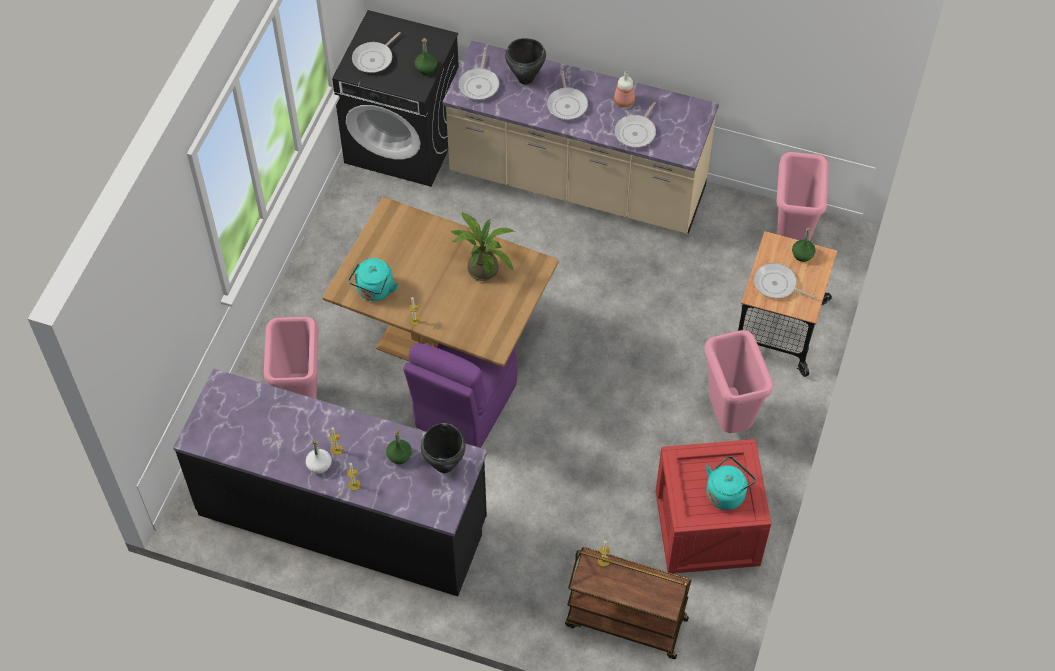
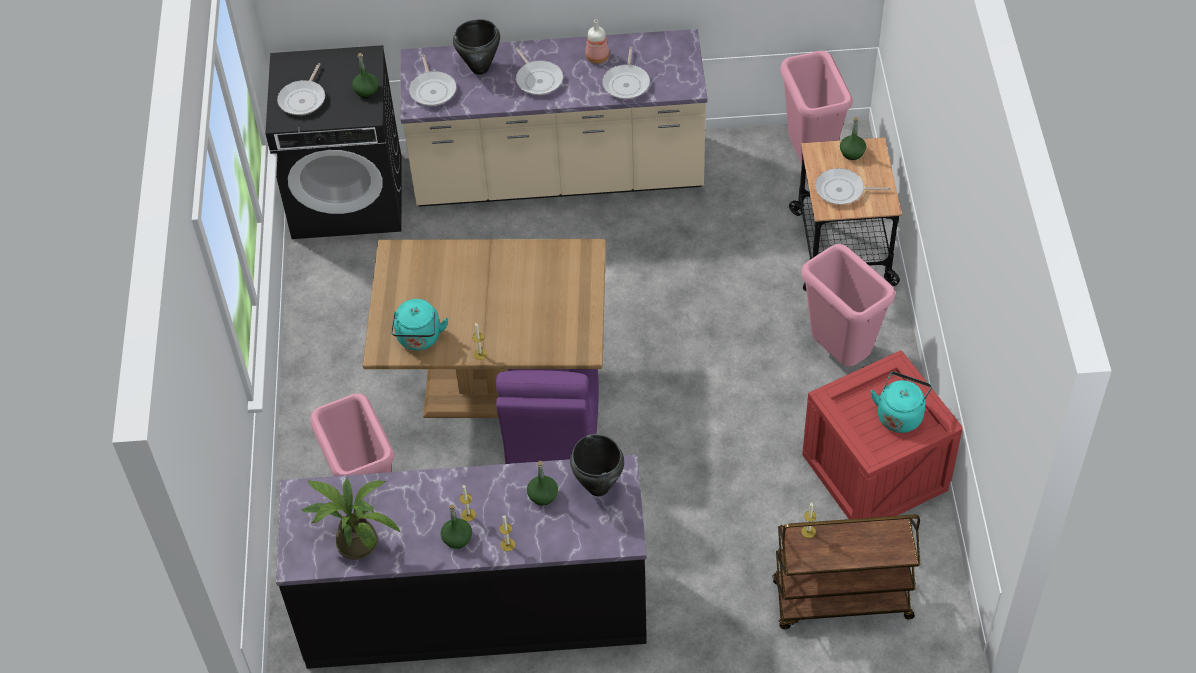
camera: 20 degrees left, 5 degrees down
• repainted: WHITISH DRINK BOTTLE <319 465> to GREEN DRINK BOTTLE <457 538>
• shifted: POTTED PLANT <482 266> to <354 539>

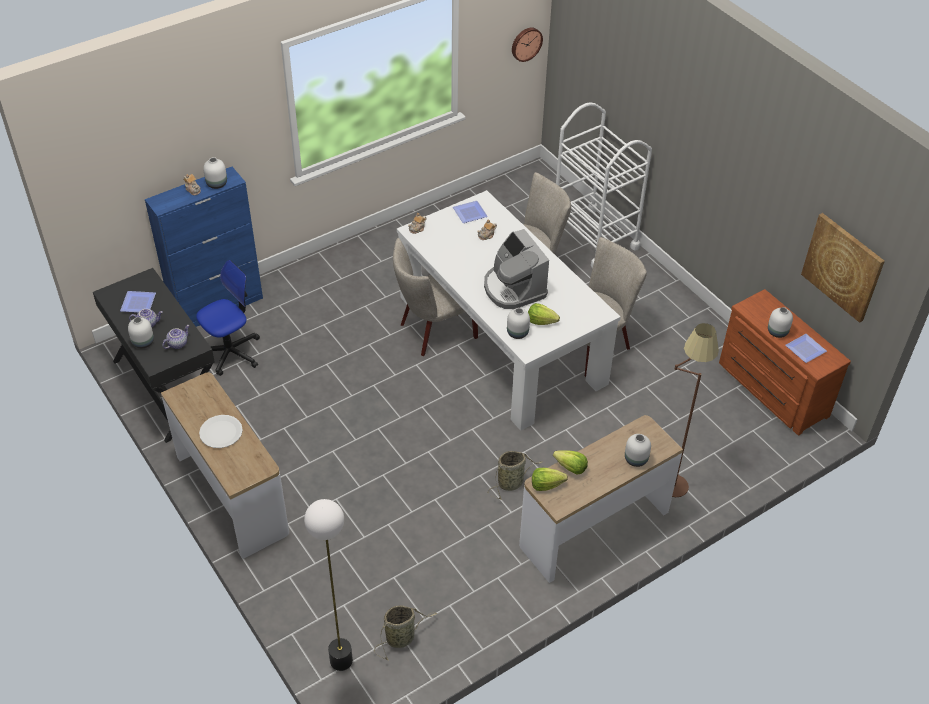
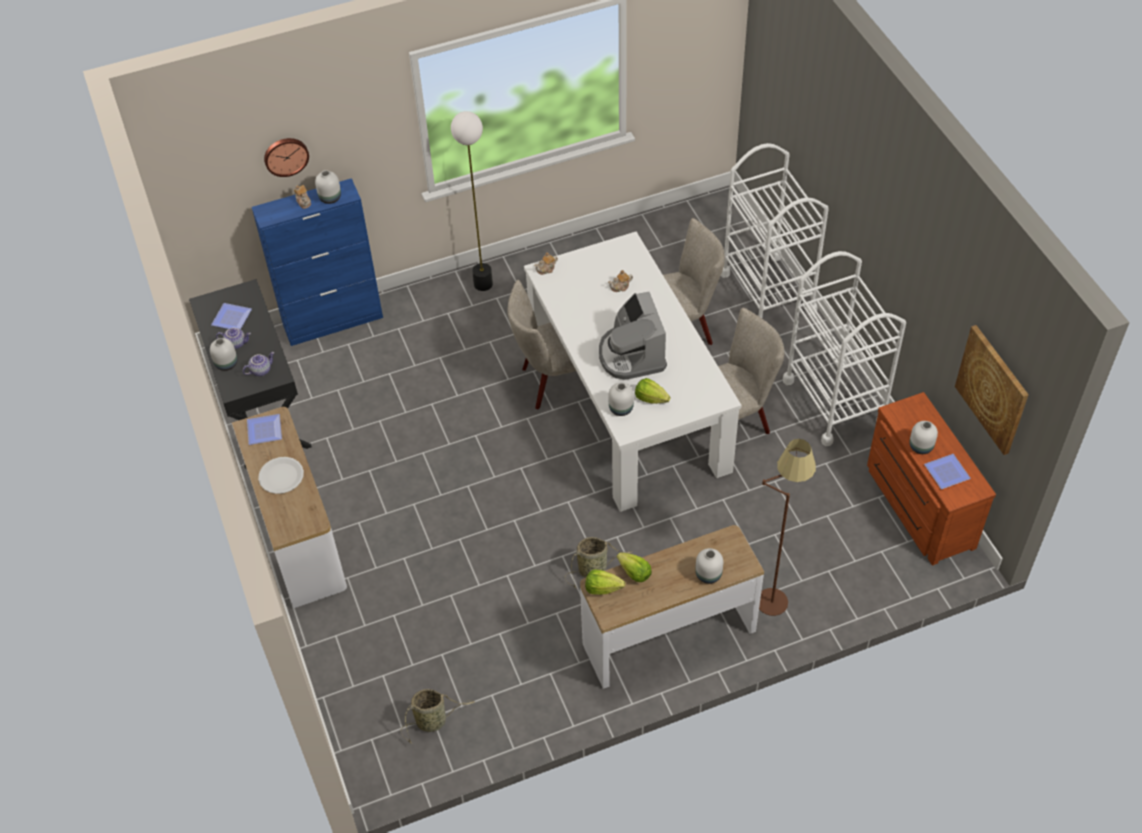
camera: 15 degrees right, 5 degrees up
• gone: COMPUTER CHAIR <231 352>
• shifted: STANDING LAMP <341 660> to <483 284>
• shifted: FLAT DISH <469 214> to <263 431>
• shifted: HANGING CLOCK <526 43> to <286 156>
• new: WHITISH CART <834 401>

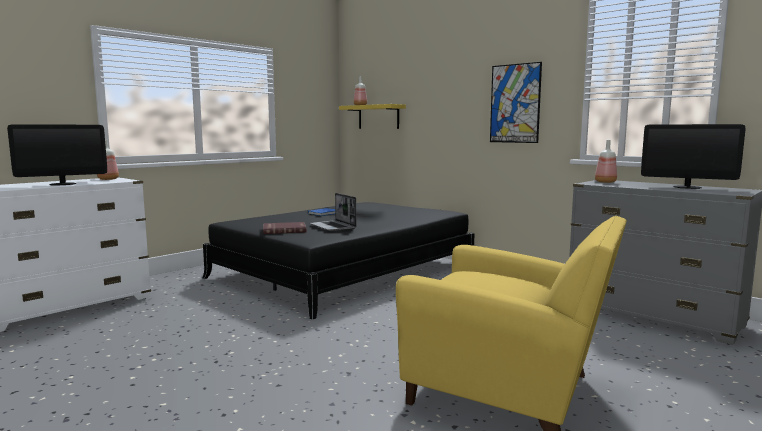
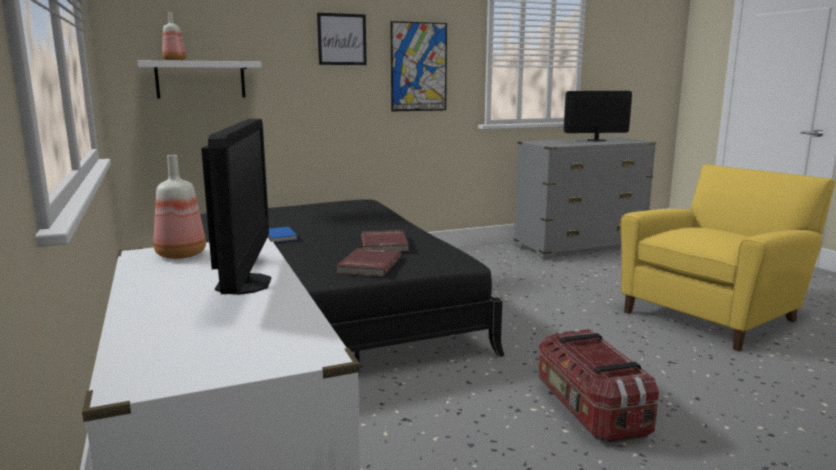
camera: 65 degrees left, 5 degrees up
• swapped: NOTEBOOK COMPUTER <333 227> to REDDISH VOLUME <385 244>
• repainted: YELLOWISH WALL SHELF <378 117> to WHITISH WALL SHELF <200 79>
• gone: DRINK BOTTLE <605 182>
• rotated: COMPUTER SCREEN <687 187> = <596 140> 150 degrees counterclockwise
• new: WALL PICTURE <342 39>
• new: STORAGE BOX <589 409>

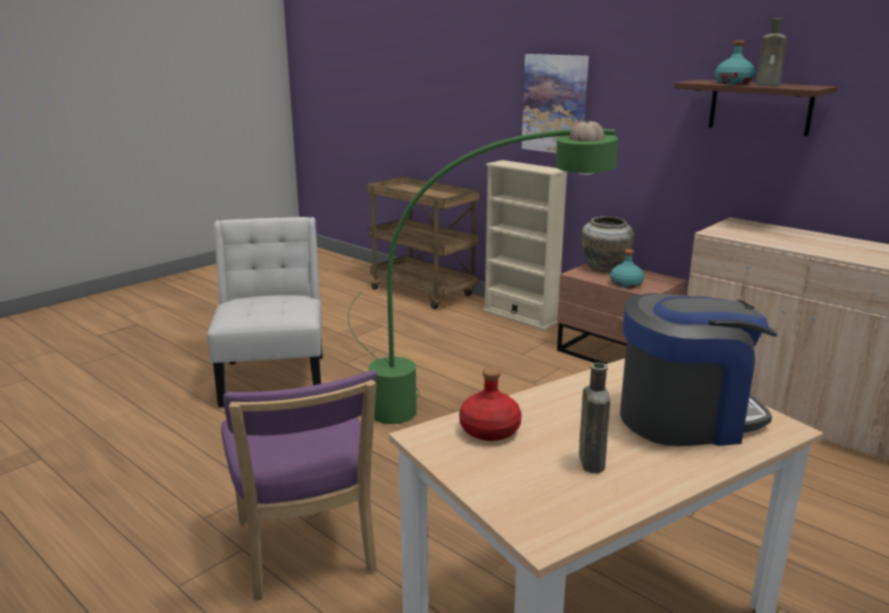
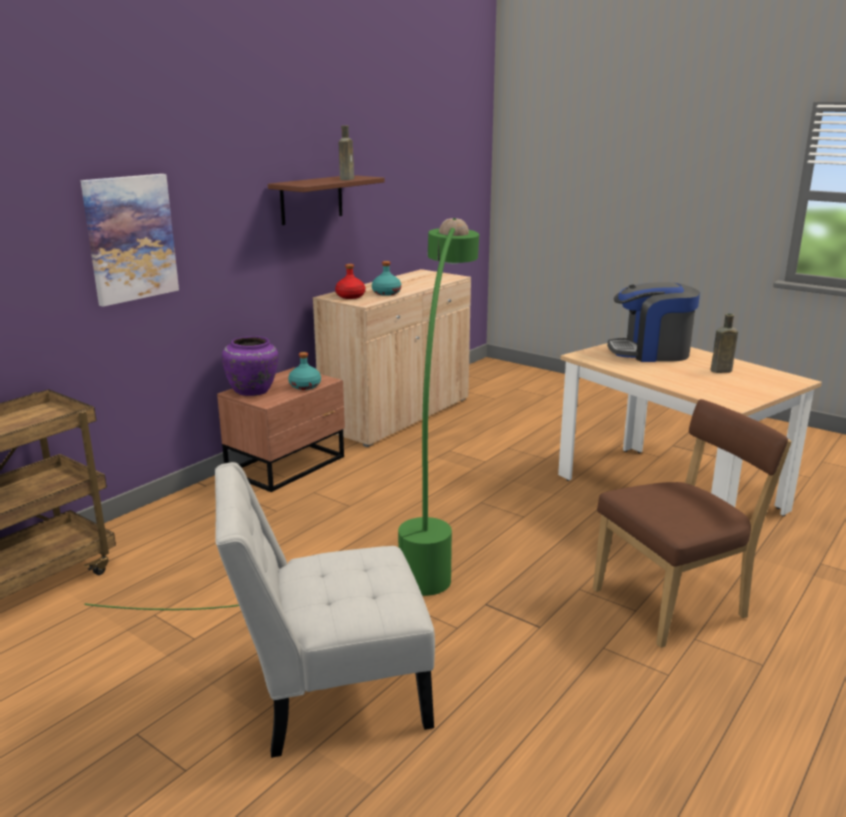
camera: 95 degrees left, 0 degrees up
• repainted: PURPLE CHAIR <306 552> to BROWN CHAIR <675 603>
• shifted: REDDISH DRINK BOTTLE <489 430> to <350 296>
• gone: BEIGE-COLOURED BOOKSHELF <520 316>
• repainted: BEIGE-COLOURED VASE <604 268> to PURPLE VASE <253 391>
• rotated: COFFEE MACHINE <686 417> = <650 352> 75 degrees counterclockwise
• shifted: BLUE-GREEN DRINK BOTTLE <733 83> to <386 293>

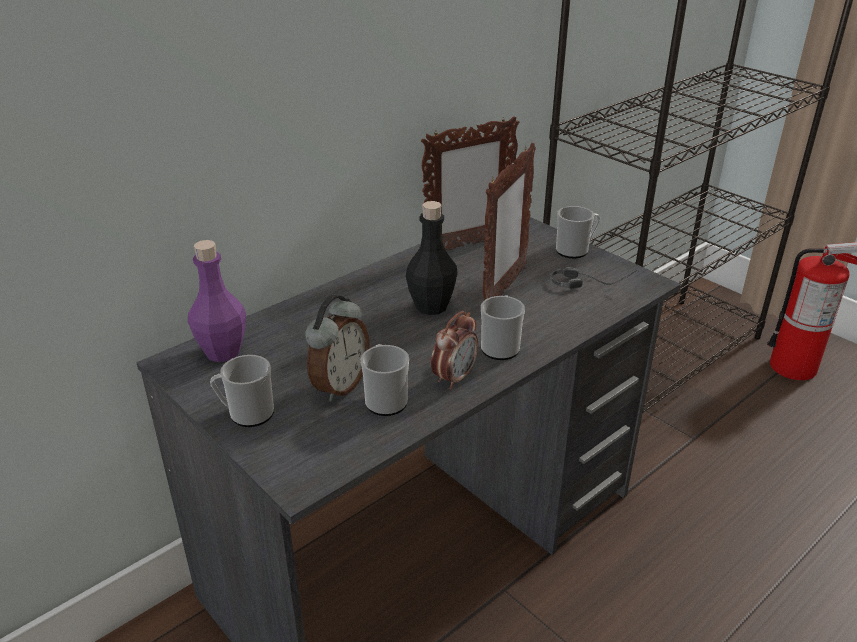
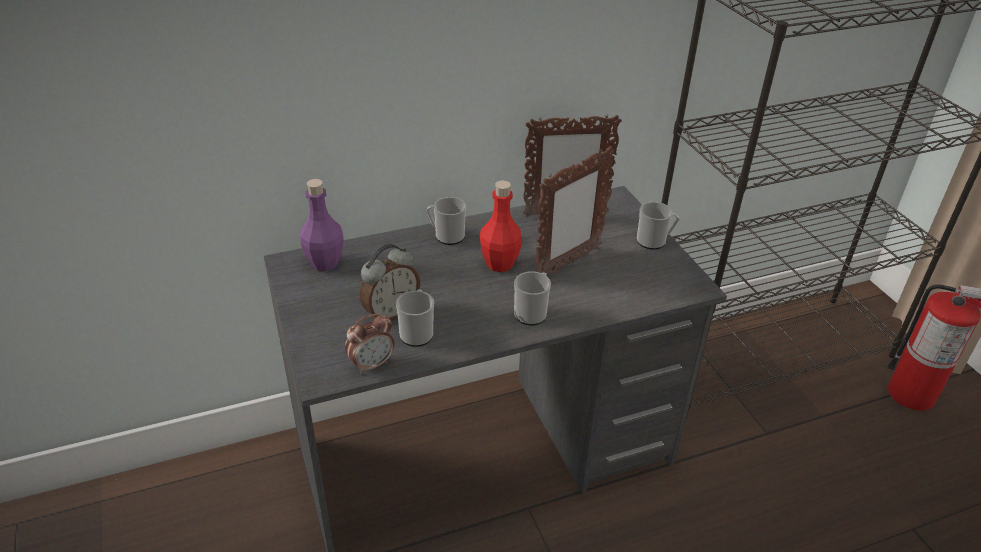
camera: 20 degrees right, 5 degrees up
• shifted: MUG <246 414> to <446 236>
• repainted: BLACKISH DRINK BOTTLE <431 306> to REDDISH DRINK BOTTLE <499 264>
• shifted: BEDSIDE CLOCK <454 378> to <372 364>
• gone: HEADPHONES <592 283>

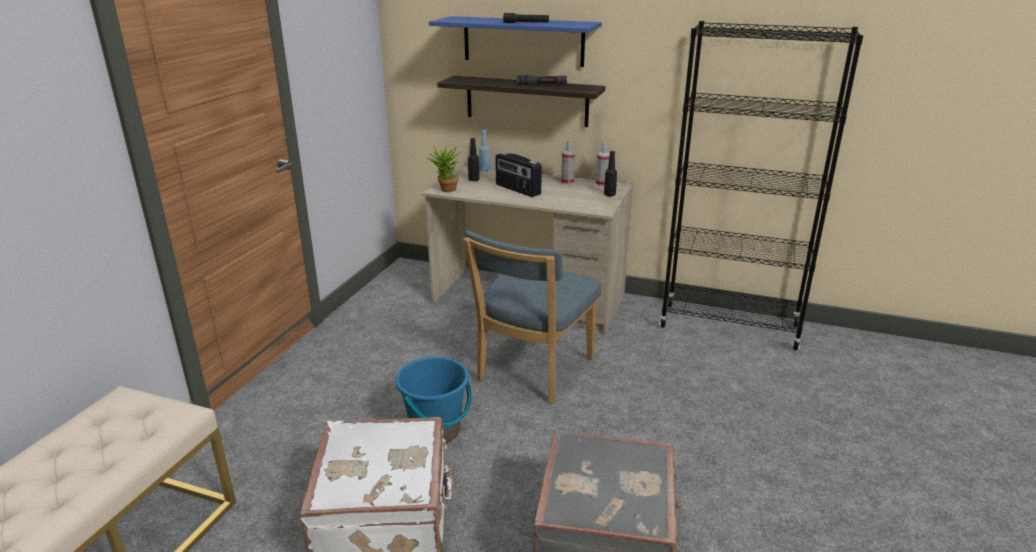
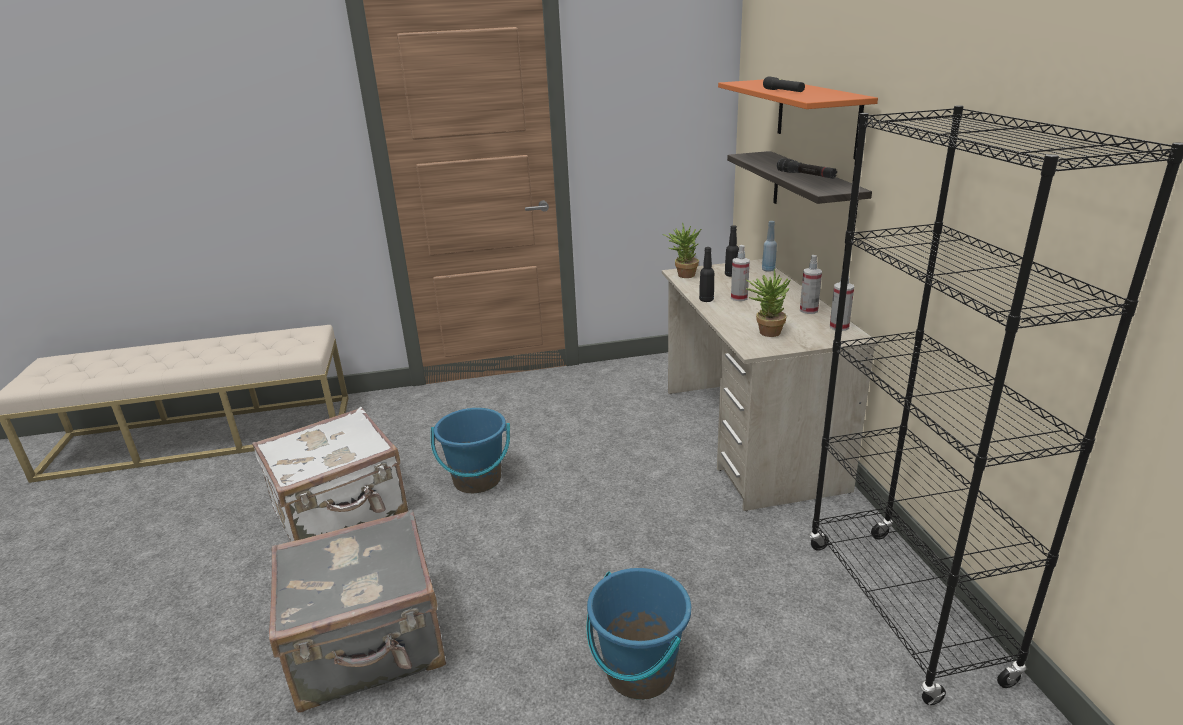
camera: 60 degrees right, 0 degrees up
• repainted: BLUE-COLOURED WALL SHELF <523 41> to ORANGE-COLOURED WALL SHELF <817 116>
• gone: BLUE-COLOURED CHAIR <532 372>
• swapped: RADIO SET <517 190> to SPRAYER <739 298>
• shifted: BLACKISH DRINK BOTTLE <609 195> to <706 300>
• new: BLUE-COLOURED WATER BUCKET <639 672>
• new: POTTED PLANT <765 332>

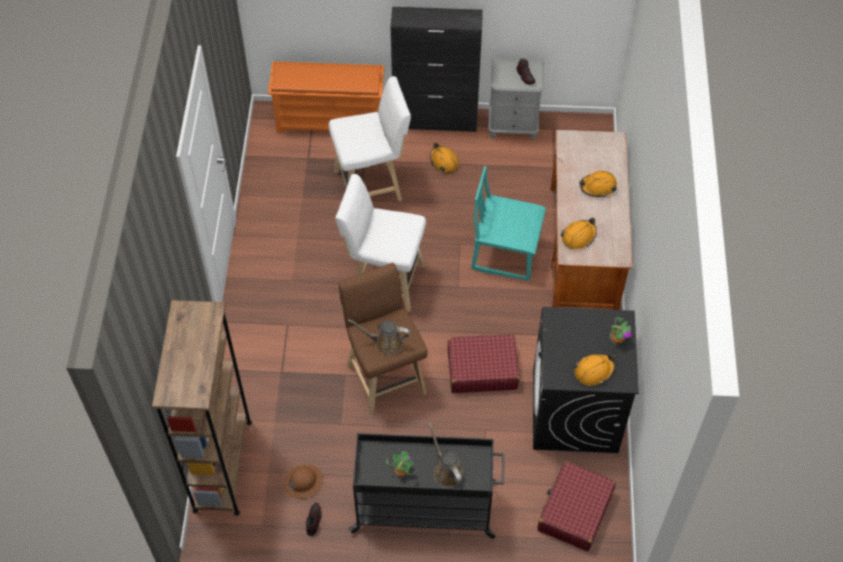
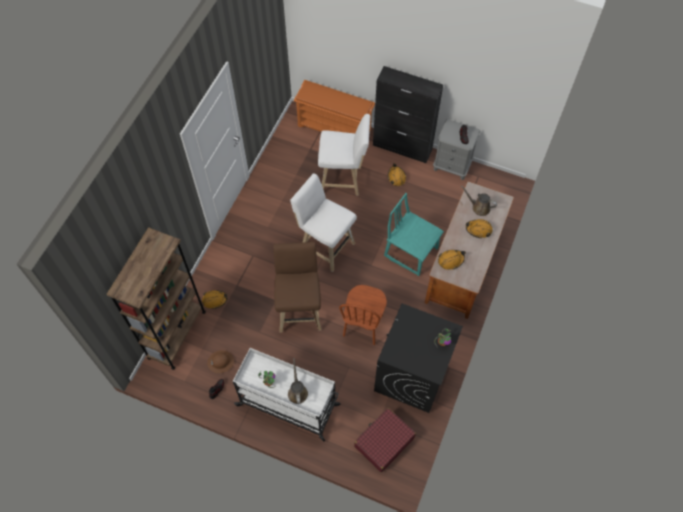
camera: 20 degrees right, 5 degrees up
• shifted: BROWN WATERING CAN <385 343> to <479 207>
• repainted: BLACKISH CART <425 507> to WHITISH CART <289 405>
• swapped: REDDISH SUITCASE <482 369> to BROWN CHAIR <363 326>
• shifted: ORANGE-COLOURED SAFETY HELMET <594 371> to <214 300>

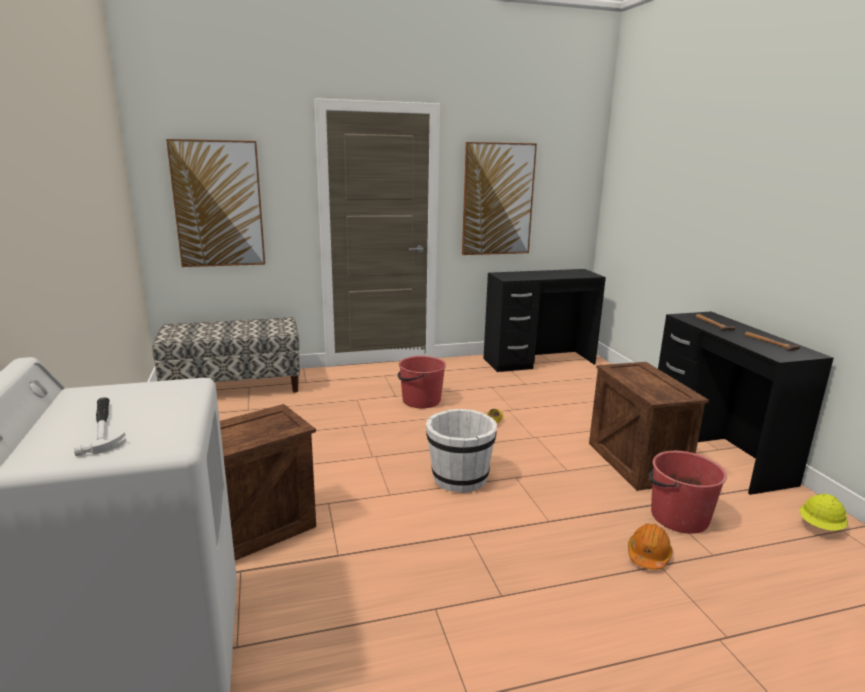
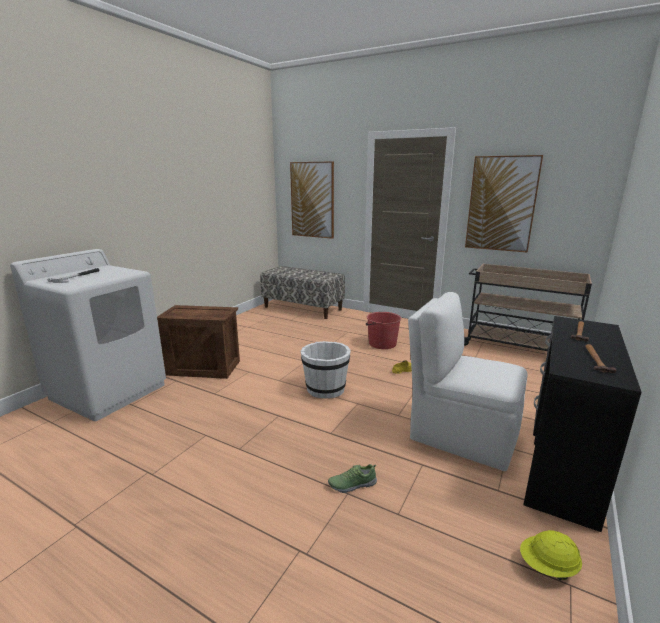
camera: 45 degrees right, 0 degrees up
• swapped: BLACKISH DESK TABLE <539 361> to BEIGE-COLOURED CART <517 347>
• swapped: CRATE <634 462> to WHITISH CHAIR <460 434>
• swapped: ORANGE-COLOURED SAFETY HELMET <648 555> to ITEM OF FOOTWEAR <352 484>
• gone: REDDISH WATER BUCKET <678 517>

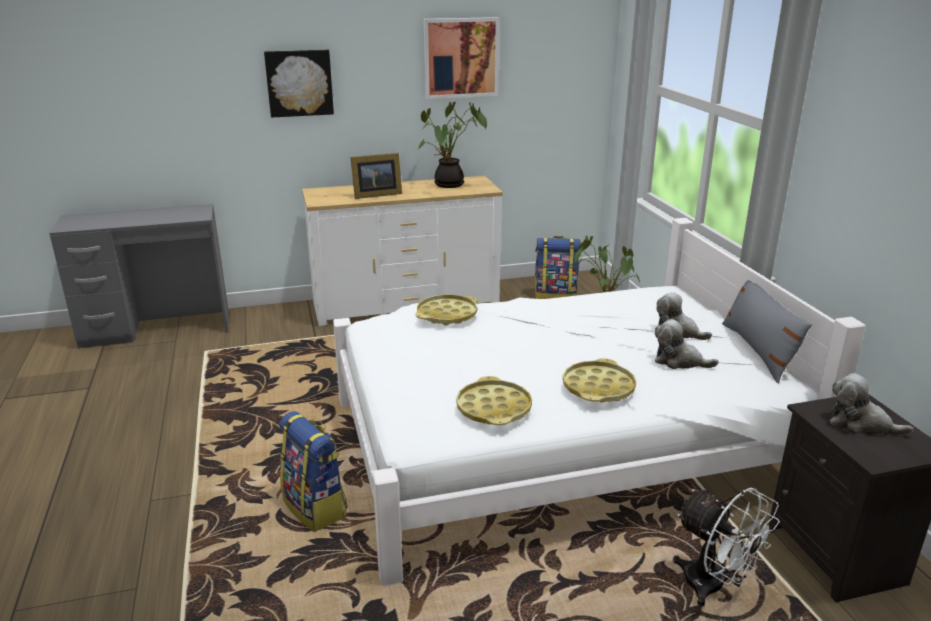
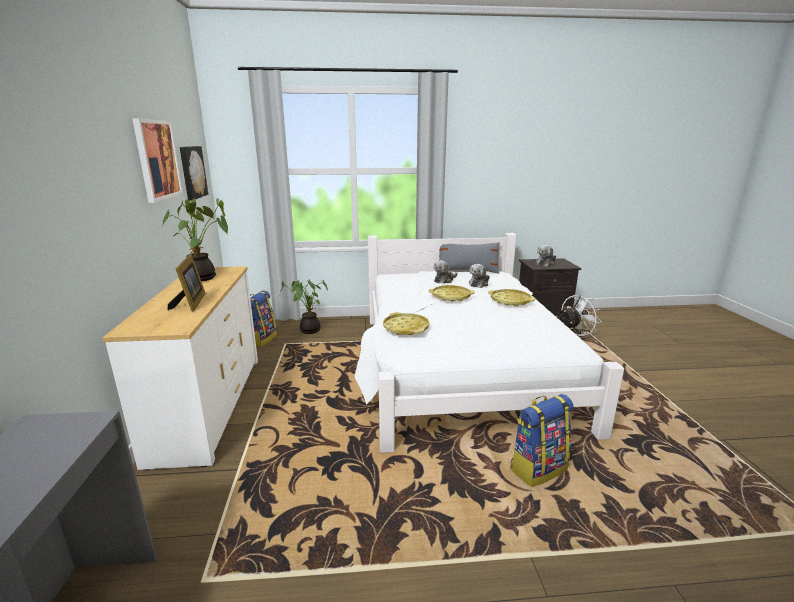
camera: 80 degrees left, 5 degrees down
• shifted: WALL PICTURE <299 83> to <192 172>
• shifted: YELLOWISH CARRYING TRAY <494 408> to <451 296>

